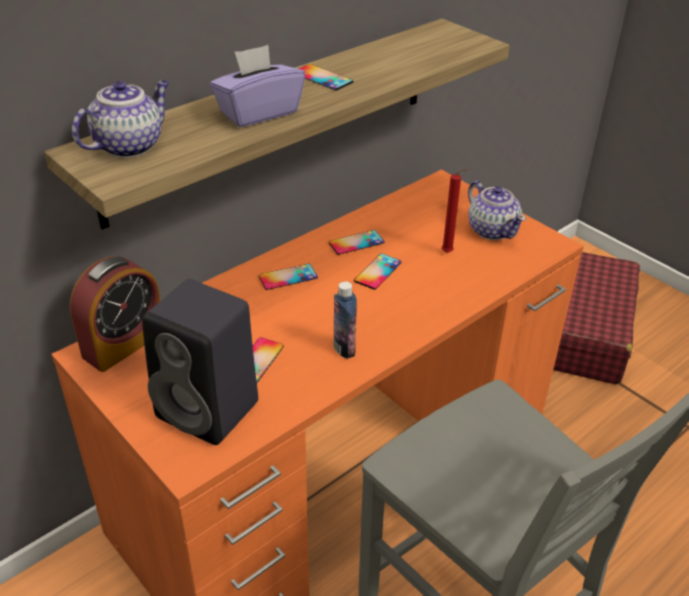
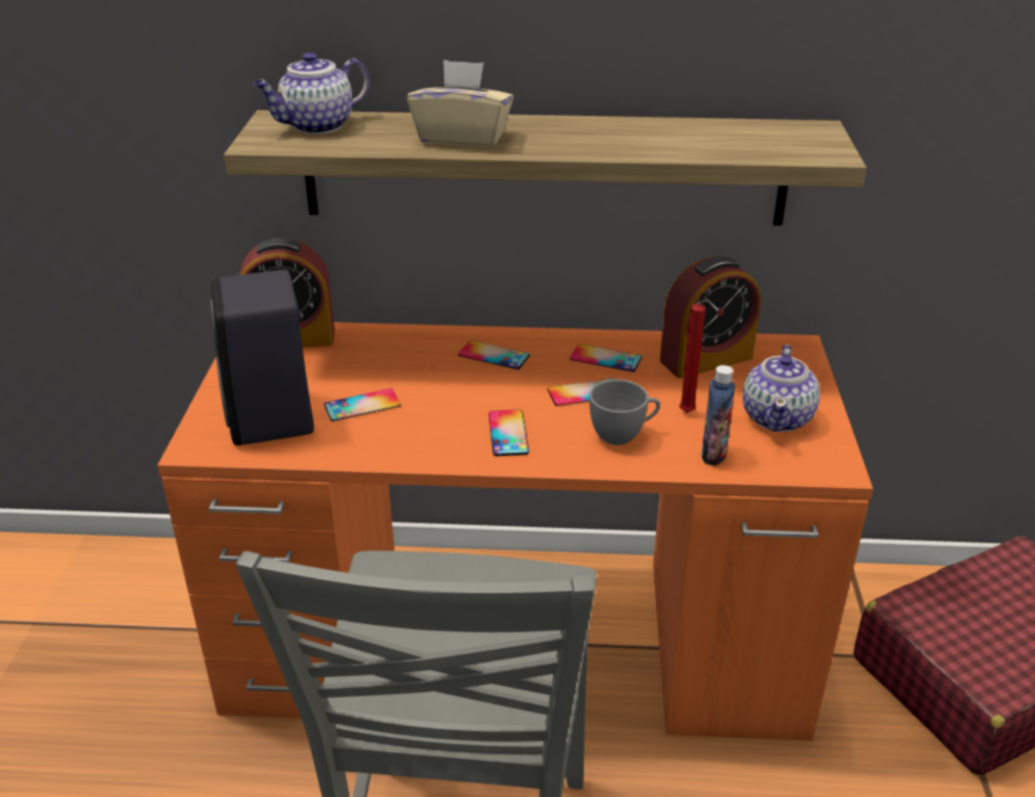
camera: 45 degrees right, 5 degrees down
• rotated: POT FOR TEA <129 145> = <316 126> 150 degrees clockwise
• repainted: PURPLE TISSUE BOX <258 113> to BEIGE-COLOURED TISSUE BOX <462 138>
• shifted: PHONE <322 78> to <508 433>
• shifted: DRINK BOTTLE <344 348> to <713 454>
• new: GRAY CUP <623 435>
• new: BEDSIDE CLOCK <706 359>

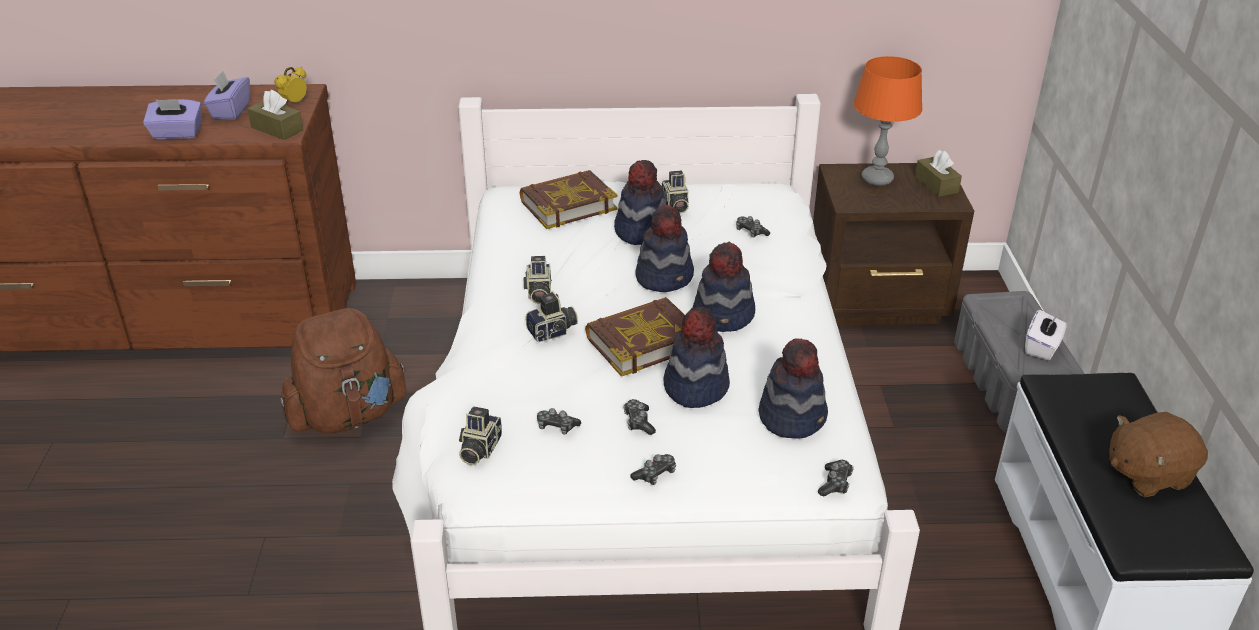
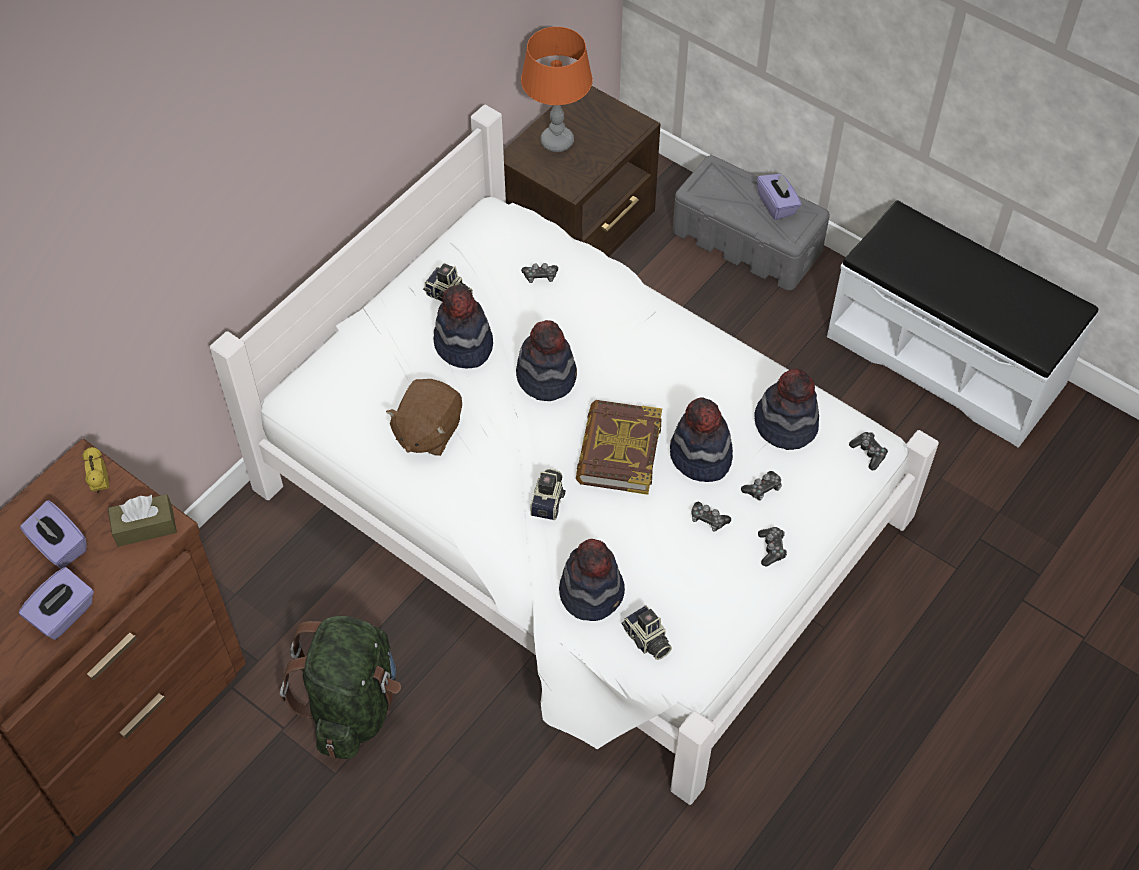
camera: 50 degrees left, 20 degrees up
• repainted: BROWN KNAPSACK <348 415> to GREEN KNAPSACK <352 704>
• gone: VOLUME <568 205>
• gone: STILL CAMERA <538 293>
• shifted: JOYPAD <556 426> to <762 489>
• shifted: HAT <724 316> to <592 592>
• gone: BROWN TISSUE BOX <936 184>
• repainted: WHITISH TISSUE BOX <1042 347> to PURPLE TISSUE BOX <777 205>
• shifted: BROWN SOFT TOY <1147 474> to <427 431>

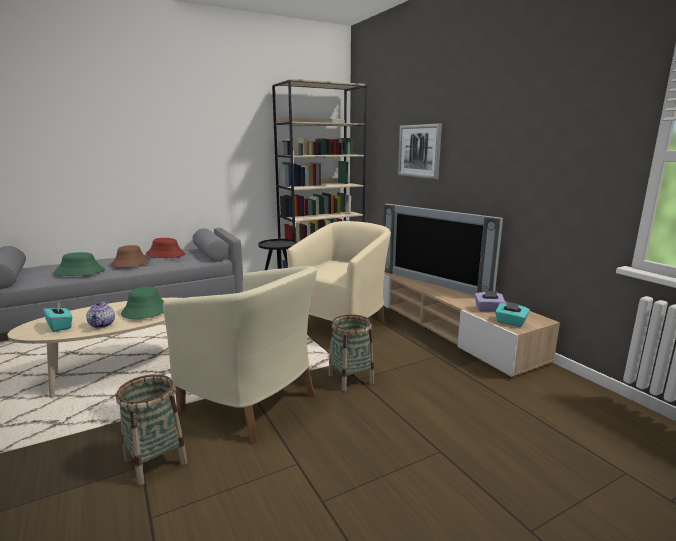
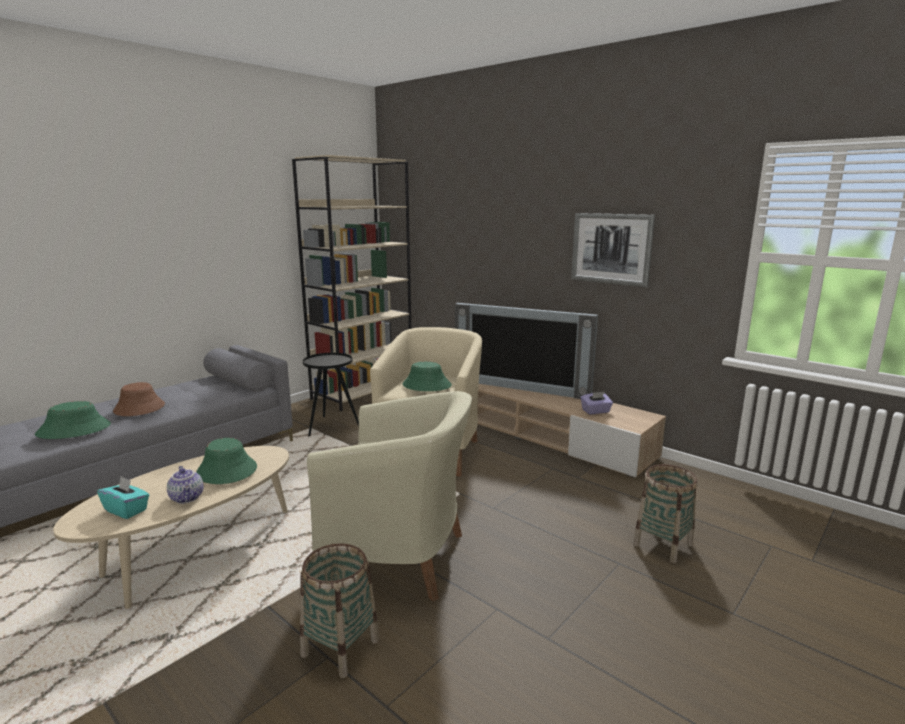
camera: 20 degrees left, 0 degrees up
• gone: REDDISH HAT <166 254>
• shifted: BASKET <350 379> to <663 545>
• shifted: WALL PICTURE <419 151> to <611 249>
• gone: BLUE-GREEN TISSUE BOX <510 322>
• new: GREEN HAT <426 385>

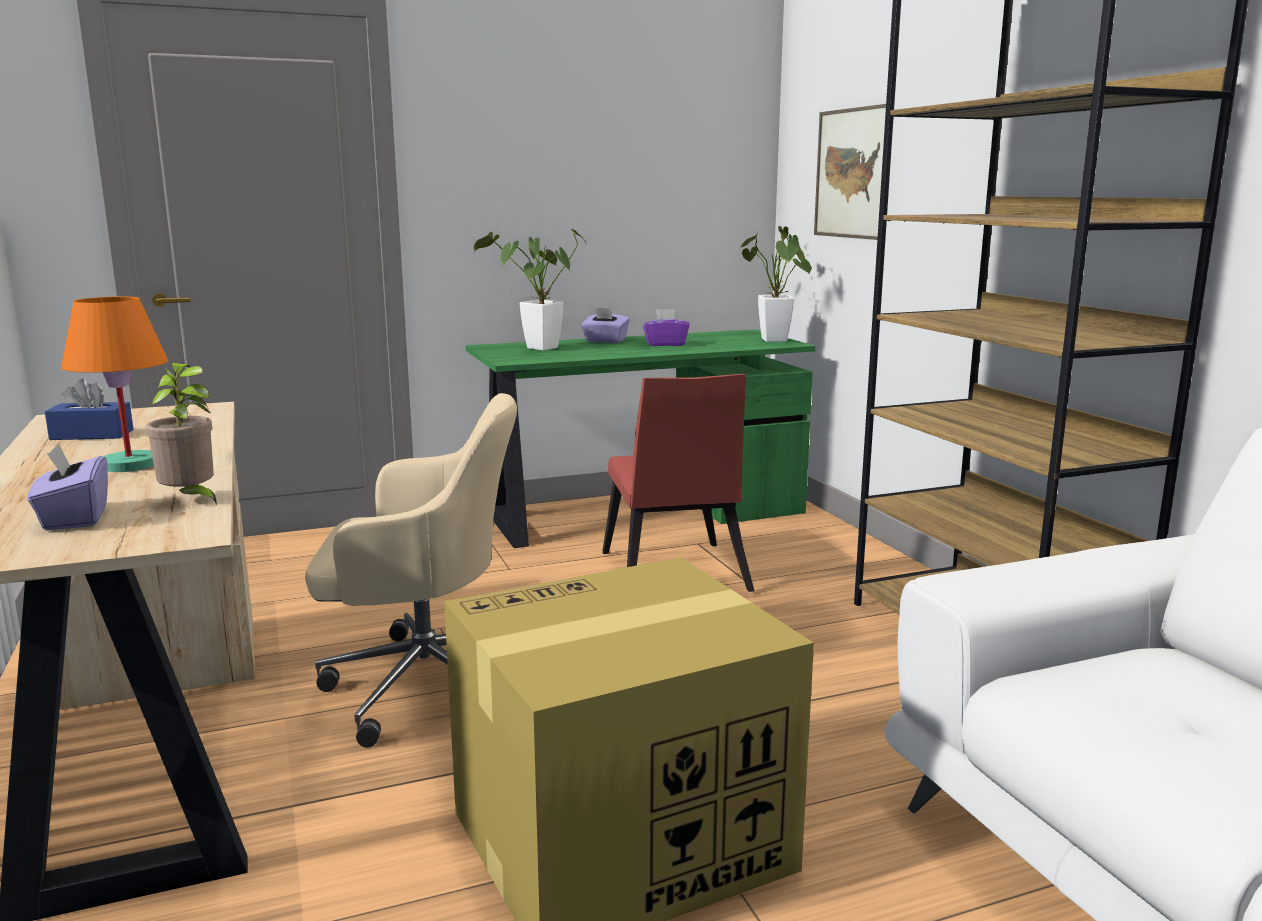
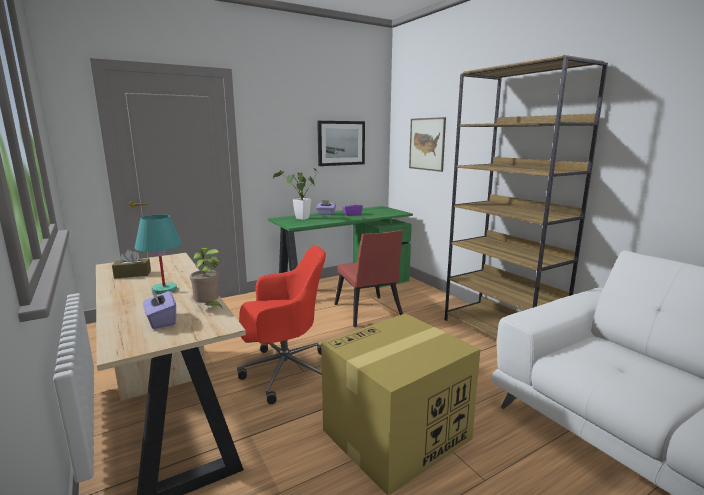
camera: 10 degrees left, 0 degrees up
• repainted: BLUE-COLOURED TISSUE BOX <92 435> to BROWN TISSUE BOX <132 274>
• repainted: ORANGE-COLOURED TABLE LAMP <130 465> to BLUE-GREEN TABLE LAMP <164 290>
• repainted: BEIGE-COLOURED COMPUTER CHAIR <423 684> to REDDISH COMPUTER CHAIR <284 372>
• gone: POTTED PLANT <775 341>
• new: WALL PICTURE <341 143>

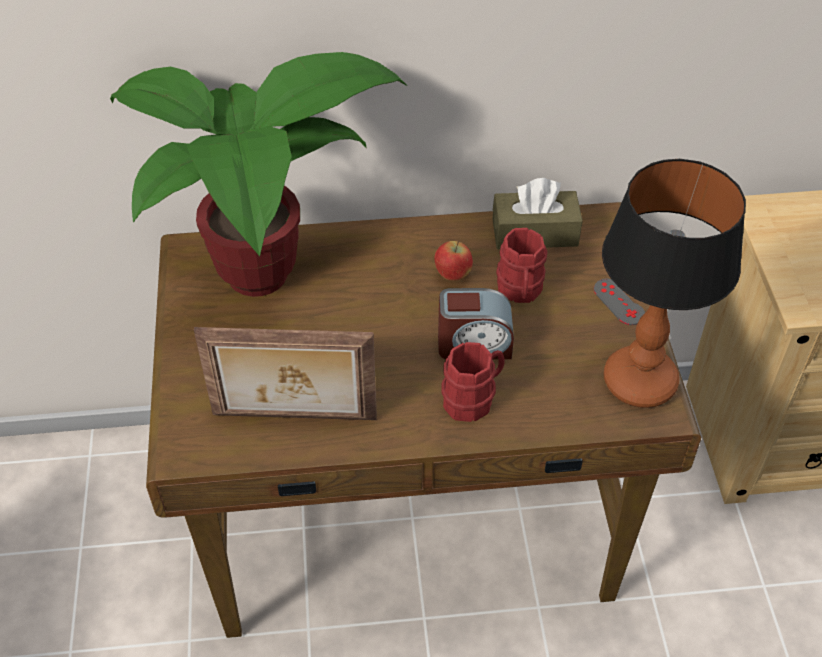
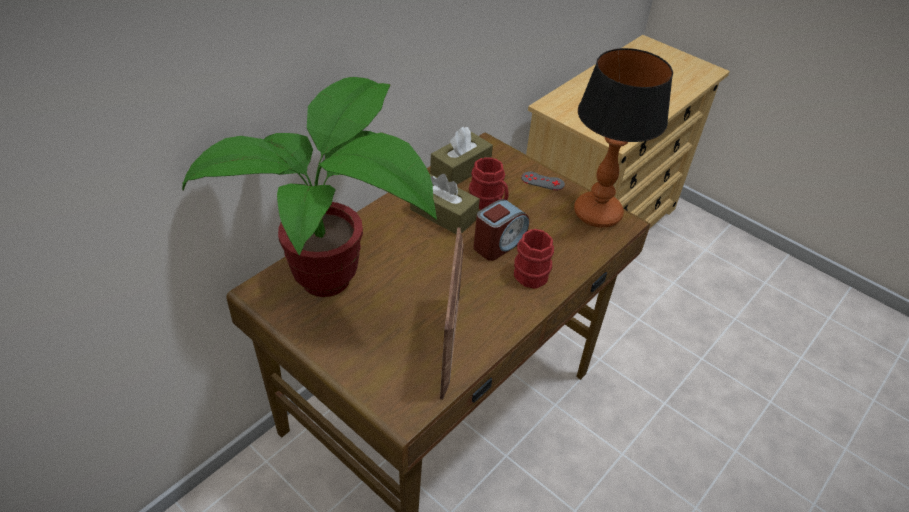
camera: 45 degrees left, 5 degrees down
• rotated: PHOTO FRAME <294 418> = <450 346> 45 degrees counterclockwise
• swapped: APPLE <452 275> to BROWN TISSUE BOX <443 214>

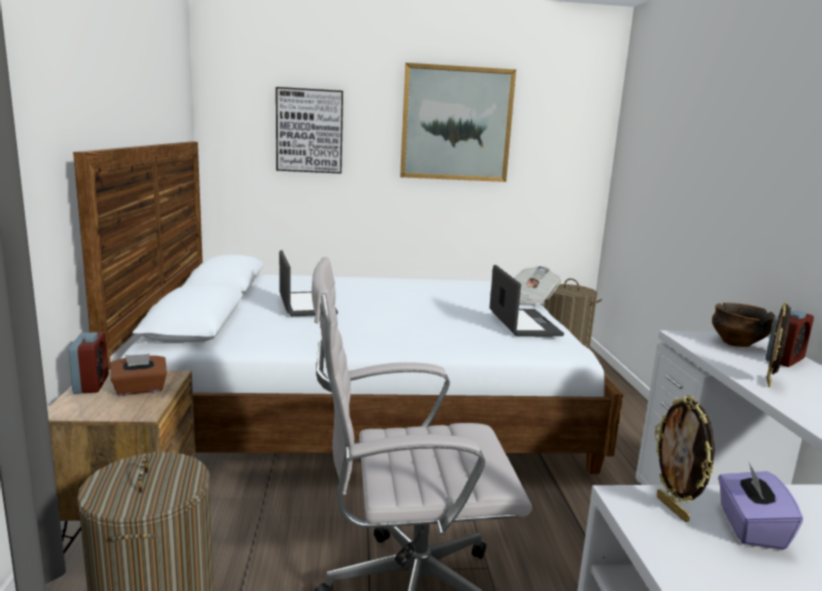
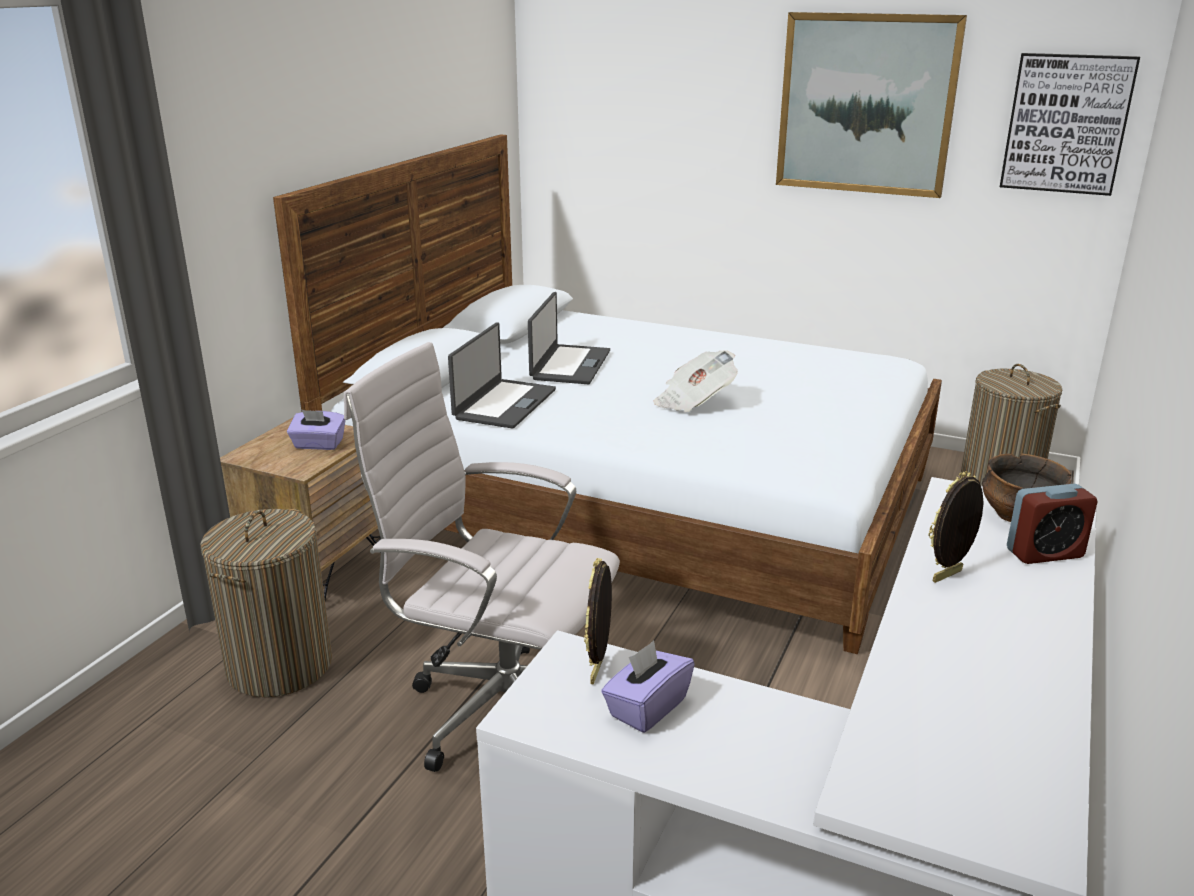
camera: 30 degrees right, 10 degrees up
• gone: BEDSIDE CLOCK <91 384>
• repainted: BROWN TISSUE BOX <140 389> to PURPLE TISSUE BOX <318 445>
• shifted: WALL PICTURE <309 131> to <1066 124>
• shifted: NOTEBOOK COMPUTER <523 323> to <503 404>
• shifted: DAILY PAPER <531 299> to <694 401>

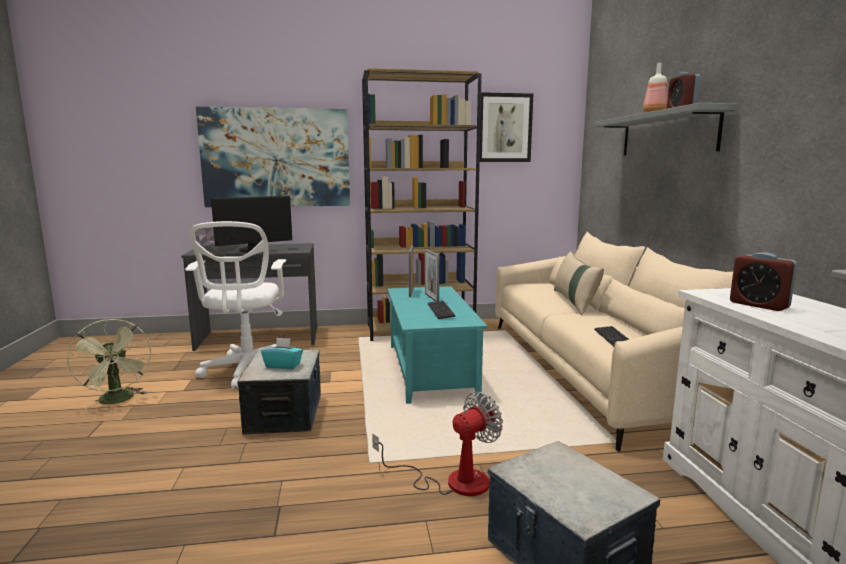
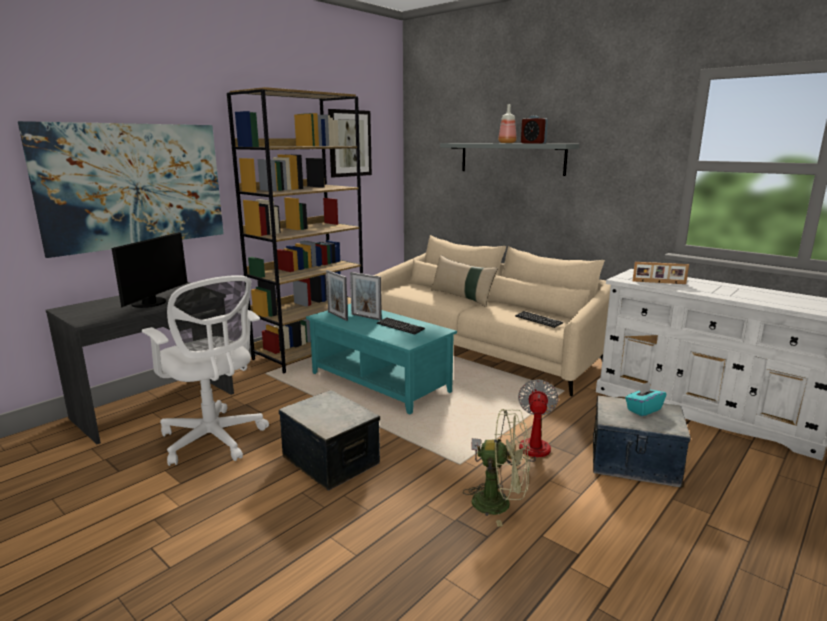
camera: 40 degrees left, 5 degrees up
• shifted: GREEN FAN <118 400> to <500 504>
• shifted: BLUE-GREEN TISSUE BOX <283 365> to <643 409>
• swapped: BEDSIDE CLOCK <759 305> to PHOTO FRAME <659 282>

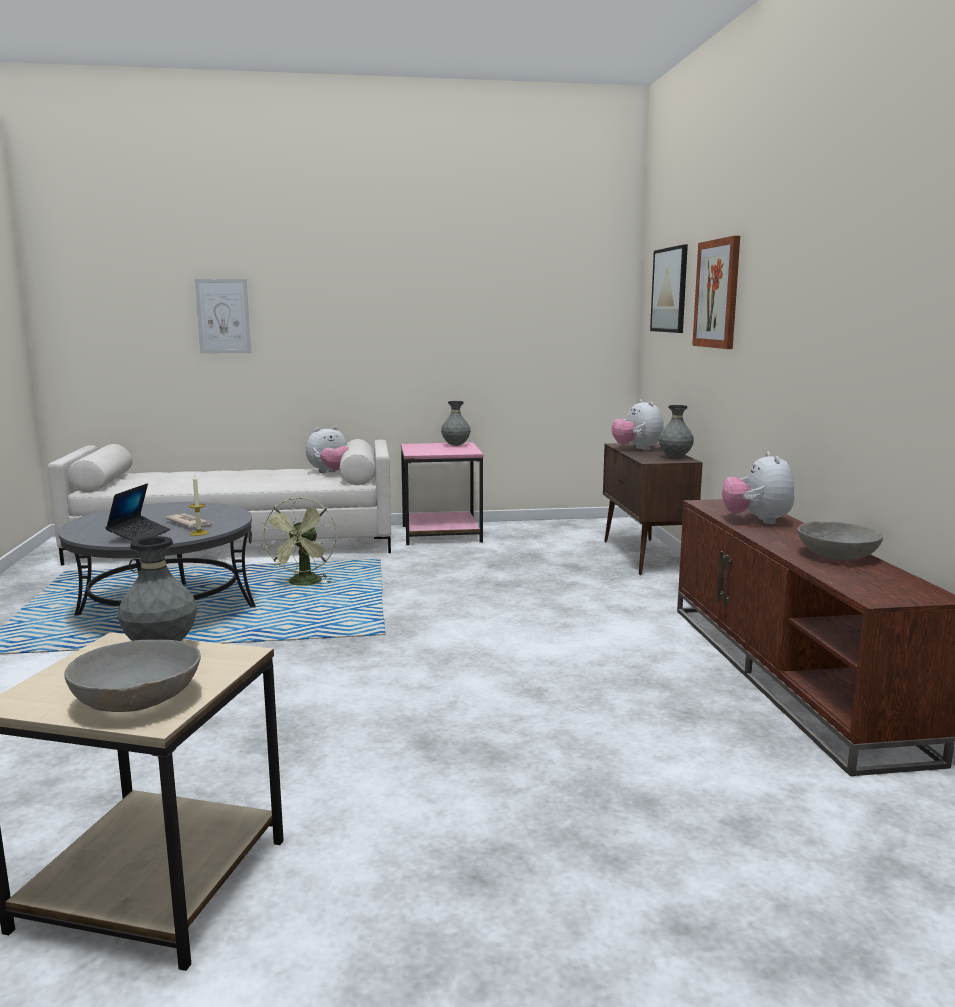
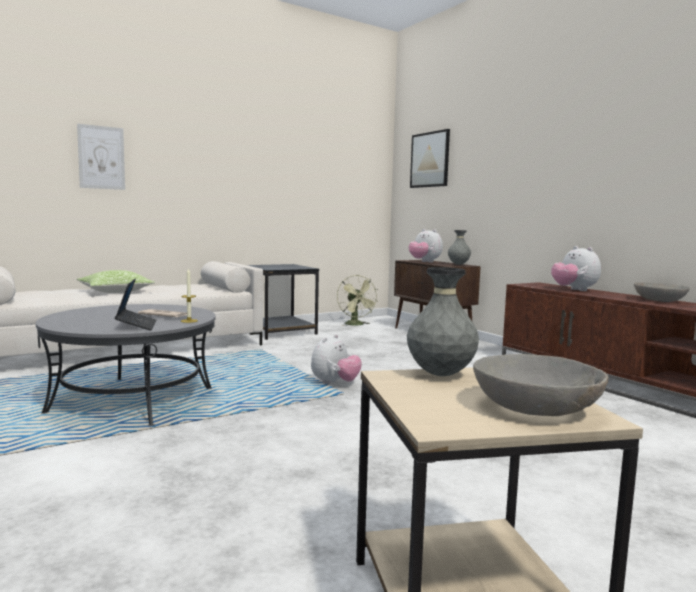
camera: 25 degrees left, 5 degrees down
• shifted: GREEN FAN <304 584> to <356 325>
• shifted: SOFT TOY <330 473> to <335 383>
• repainted: PINK ACCENT TABLE <442 533> to BLACKISH ACCENT TABLE <280 331>
• gone: GRAY VASE <455 445>
• gone: WALL PICTURE <717 294>
• new: THROW PILLOW <115 291>

